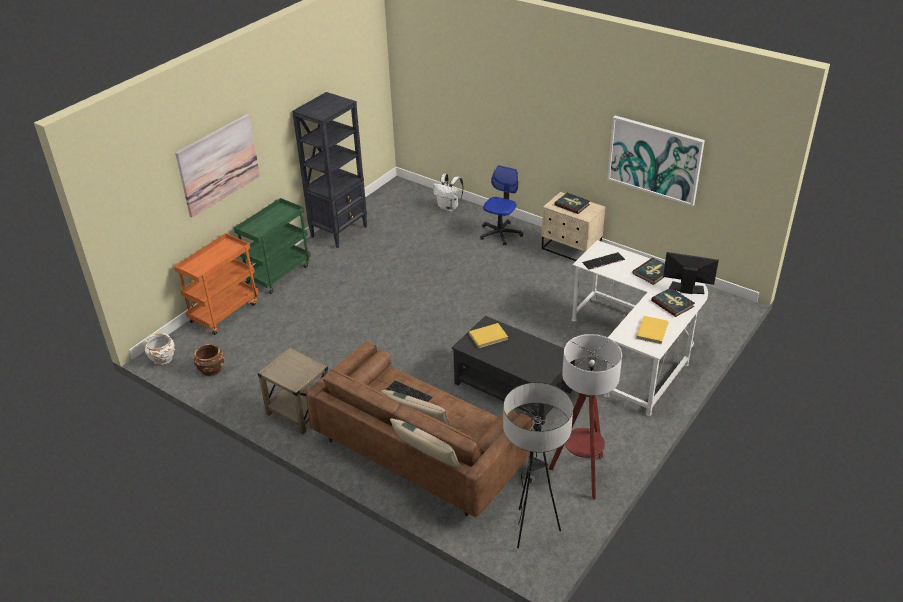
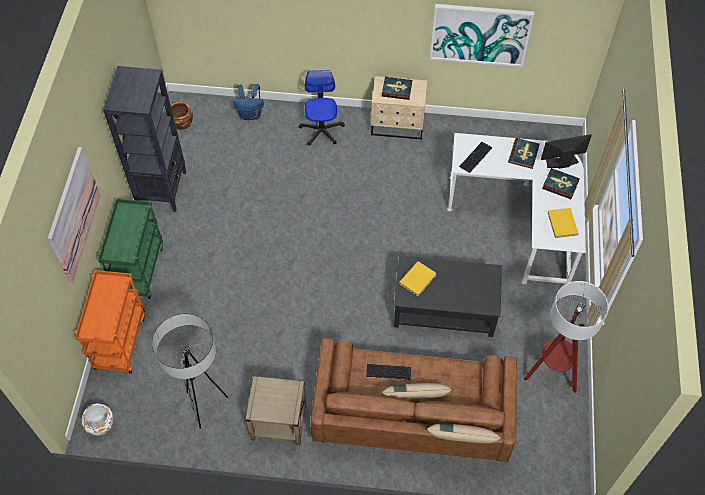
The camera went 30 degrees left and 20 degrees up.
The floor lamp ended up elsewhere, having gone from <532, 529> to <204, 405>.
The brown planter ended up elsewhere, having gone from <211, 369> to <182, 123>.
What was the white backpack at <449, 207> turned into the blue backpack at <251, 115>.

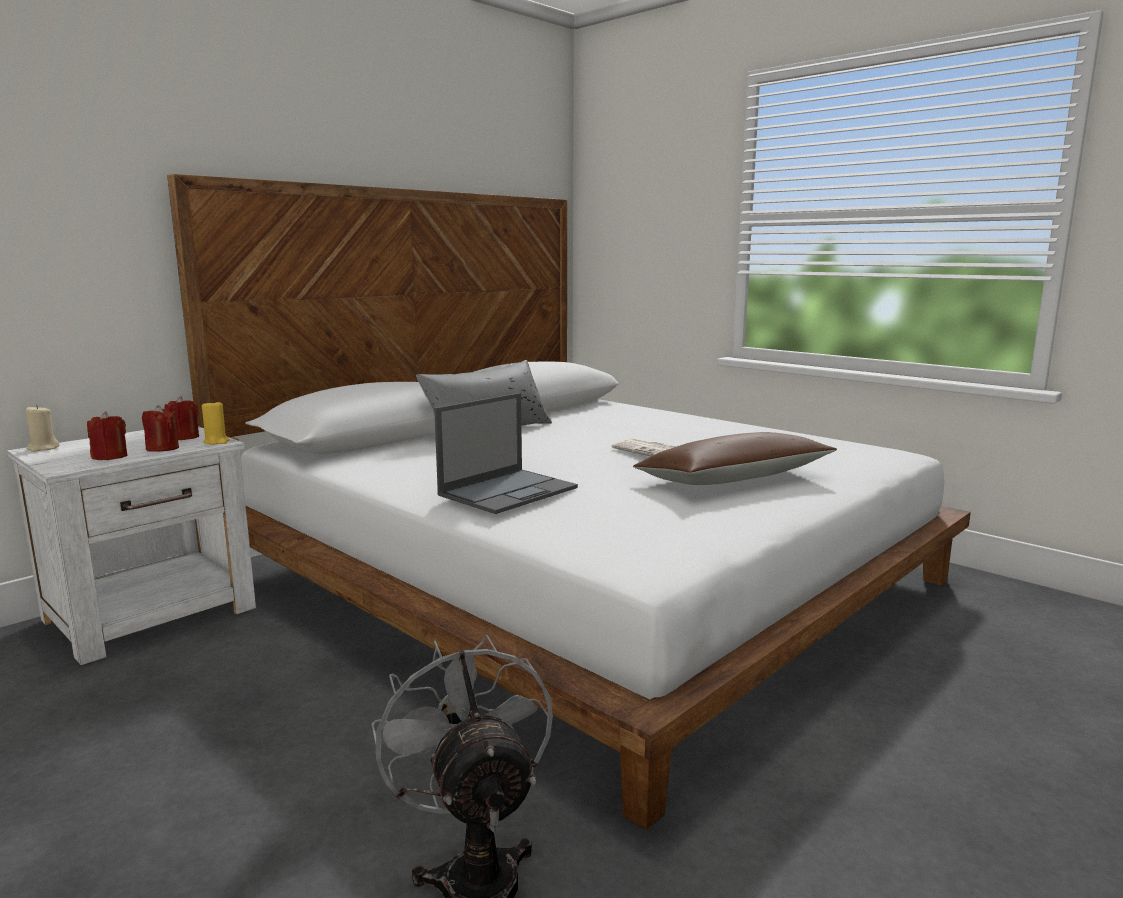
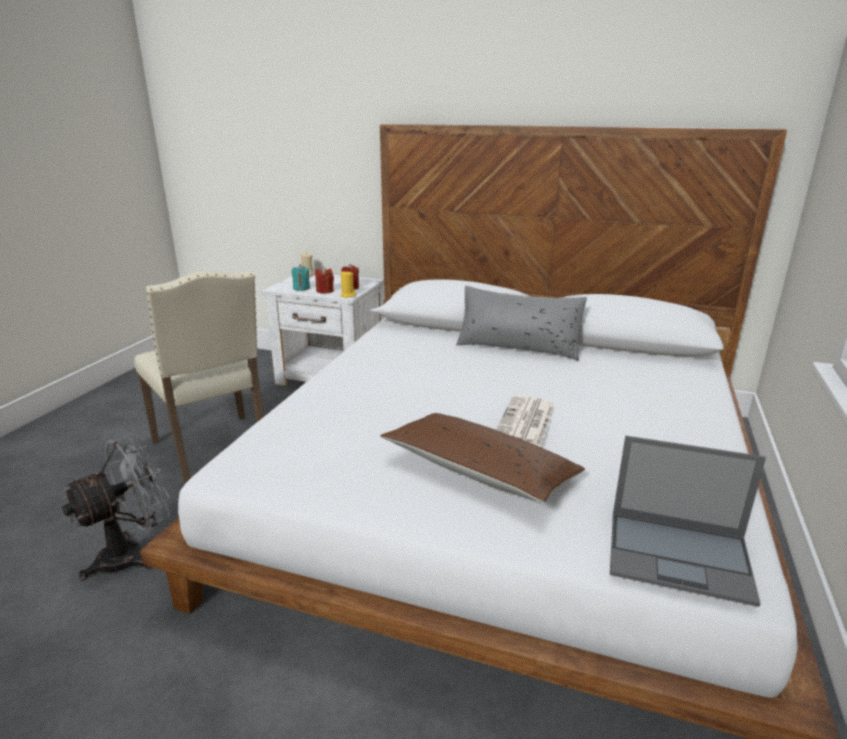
The camera went 65 degrees right and 10 degrees up.
The second view gained the beige chair at <215, 452>.
What was the red candle at <110, 457> turned into the turquoise candle at <301, 288>.
The laptop ended up elsewhere, having gone from <509, 491> to <680, 556>.

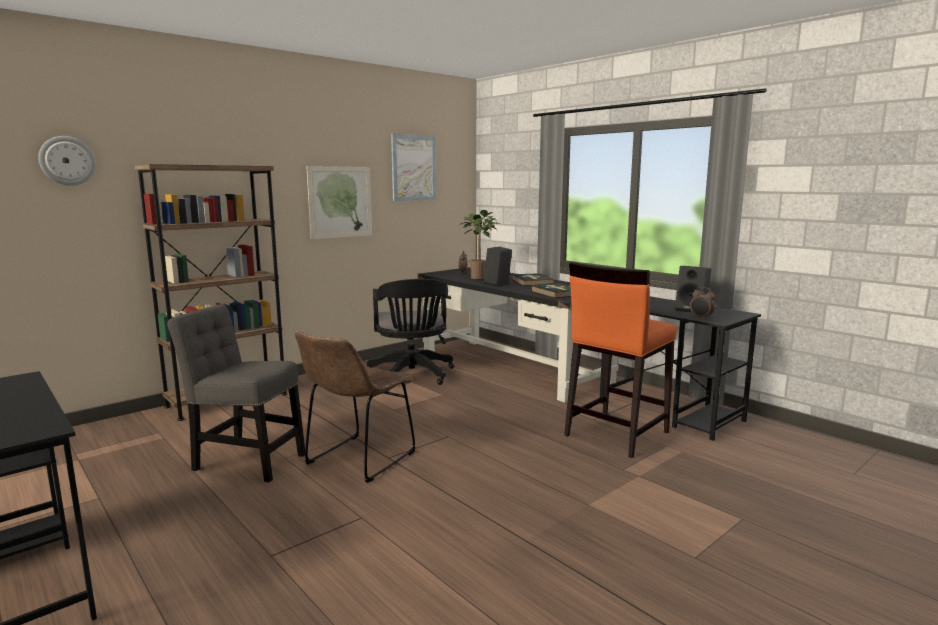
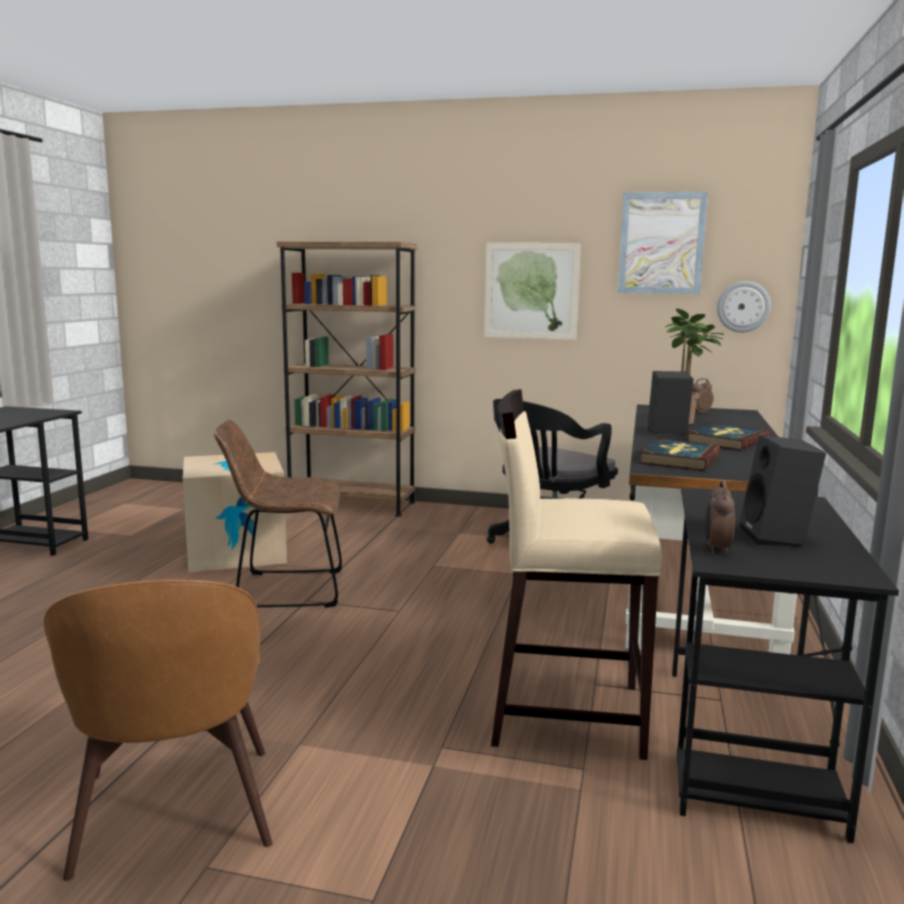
The camera went 55 degrees right and 0 degrees up.
The second view gained the brown chair at <175, 815>.
Where the grey chair stood at <245, 460>, the cardboard box came to stand at <236, 552>.
What was the orange stool at <615, 434> turned into the beige stool at <565, 713>.
The wall clock ended up elsewhere, having gone from <67, 160> to <743, 306>.

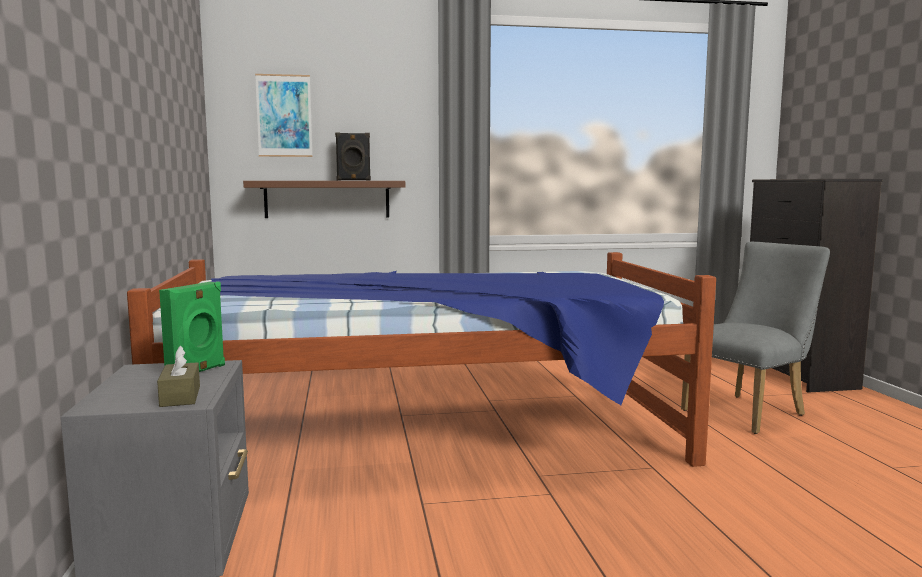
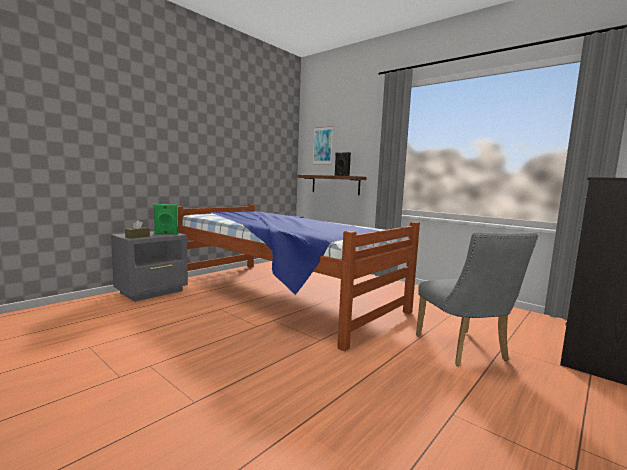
The camera went 50 degrees right and 0 degrees up.
The grey chair at <749, 411> ended up facing another way, 60 degrees clockwise from before.

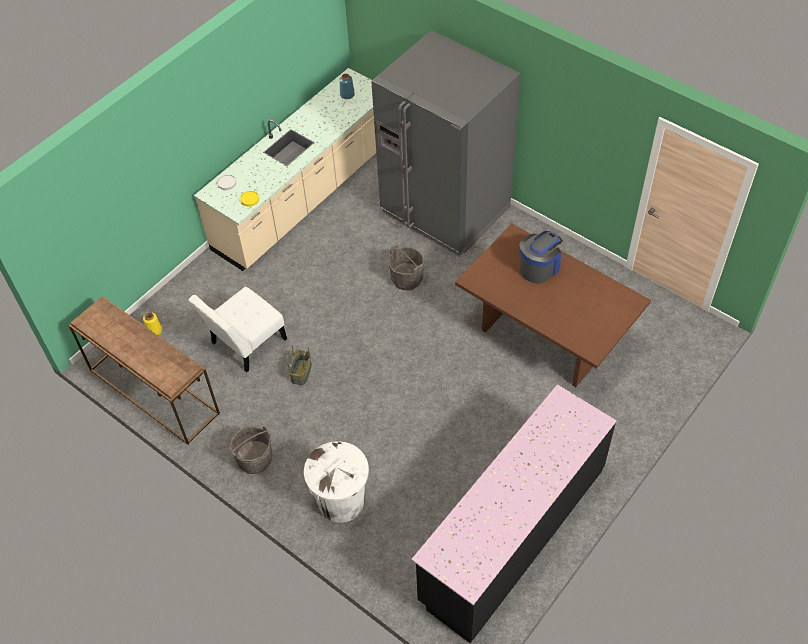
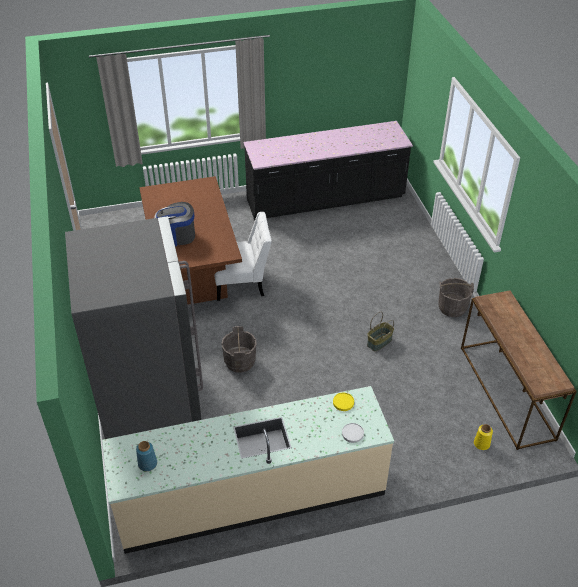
The camera went 145 degrees left and 10 degrees down.
The white chair ended up elsewhere, having gone from <245, 343> to <242, 283>.
The second view lost the white trash can at <341, 501>.

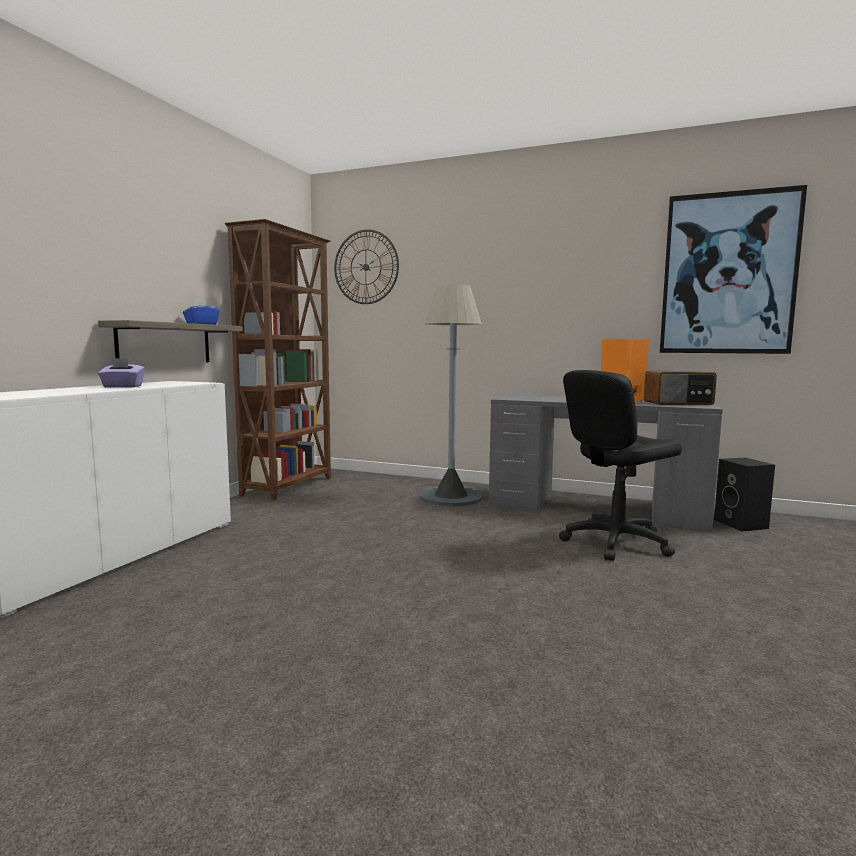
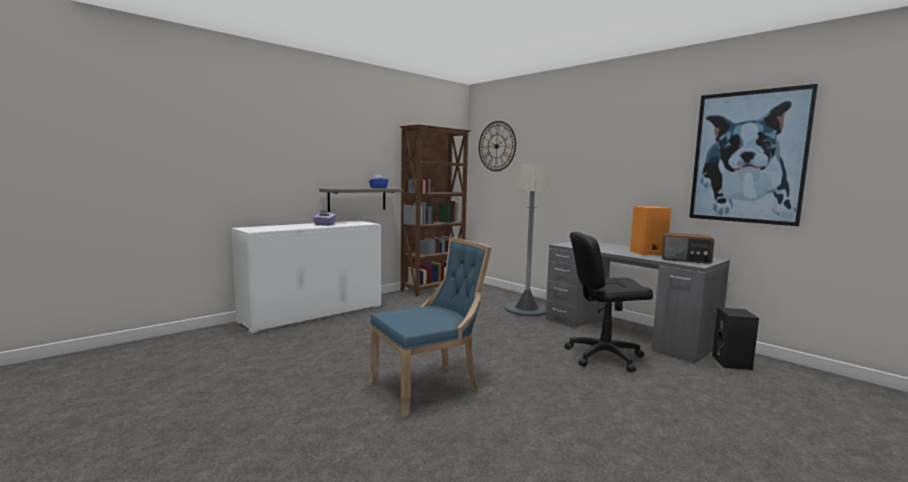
The camera went 25 degrees right and 0 degrees up.
The second view gained the blue chair at <429, 387>.

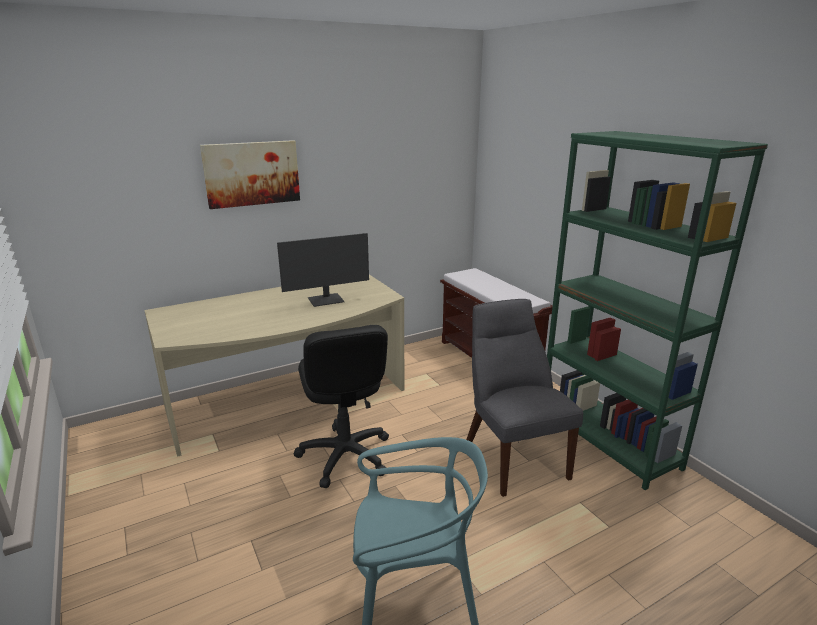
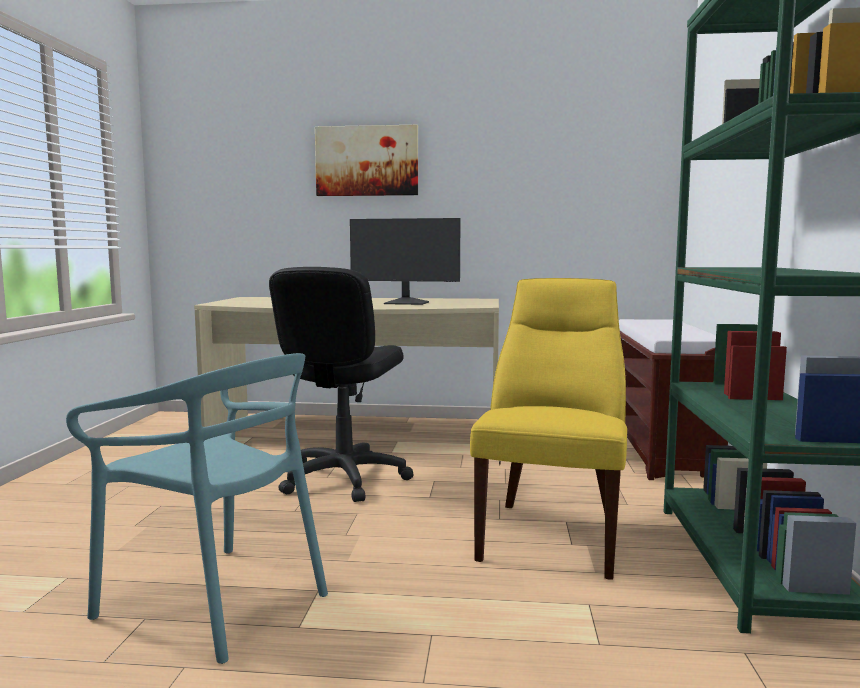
The camera went 35 degrees right and 15 degrees down.
What was the grey chair at <512, 456> turned into the yellow chair at <552, 534>.

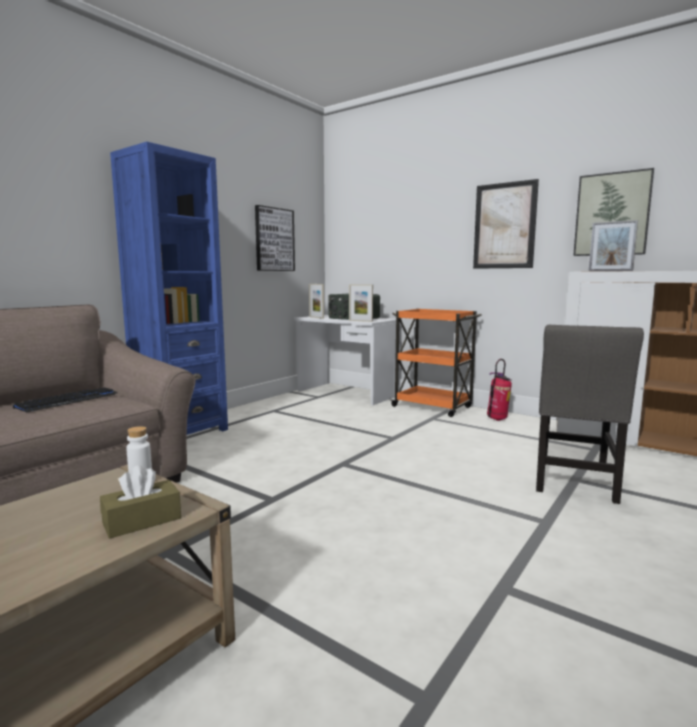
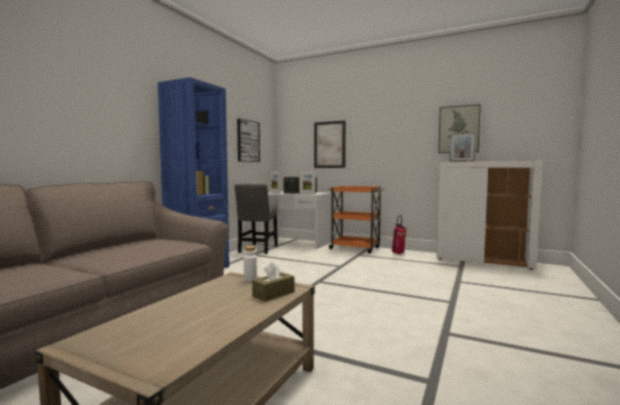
The camera went 10 degrees left and 5 degrees down.
The grey chair ended up elsewhere, having gone from <574, 481> to <258, 249>.
The picture ended up elsewhere, having gone from <504, 226> to <329, 144>.
The second view lost the keyboard at <68, 401>.

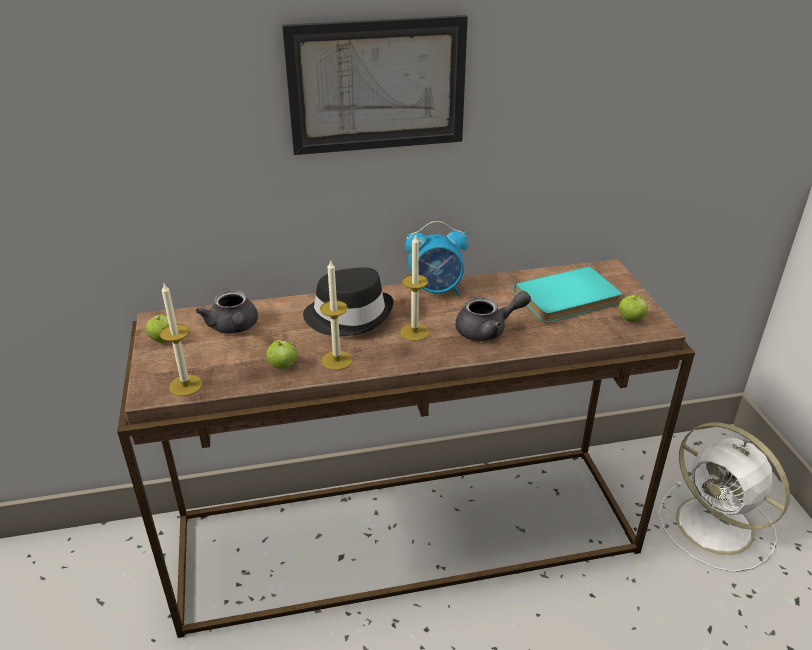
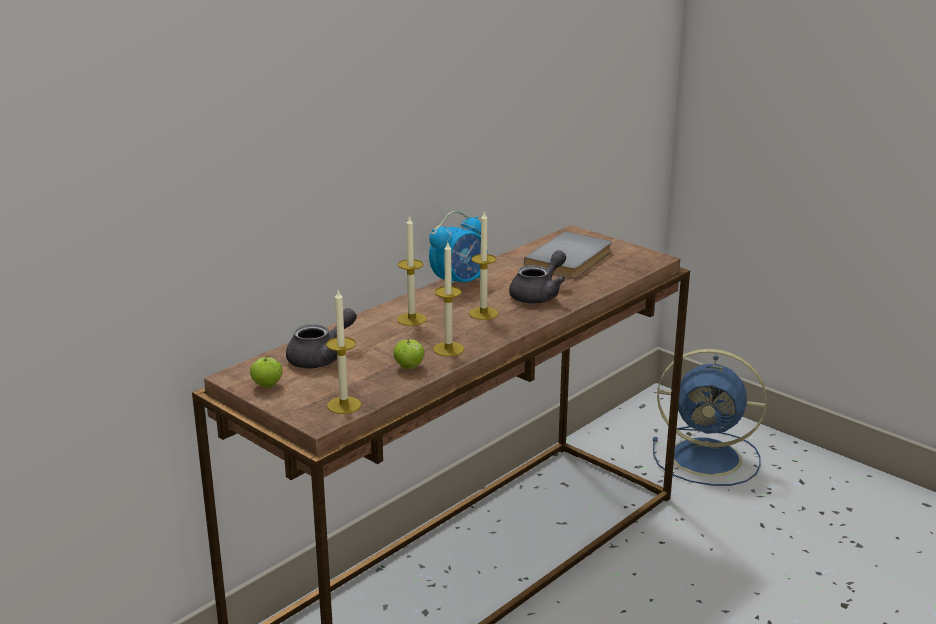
The camera went 35 degrees left and 10 degrees down.
The grey teapot at <234, 328> ended up facing another way, 75 degrees counterclockwise from before.
Where the black hat stood at <349, 315>, the candle came to stand at <411, 319>.
What was the turquoise book at <569, 299> turned into the grey book at <571, 259>.
What was the white fan at <717, 527> turned into the blue fan at <709, 458>.
The second view lost the picture at <377, 85>.
The second view lost the apple at <630, 319>.

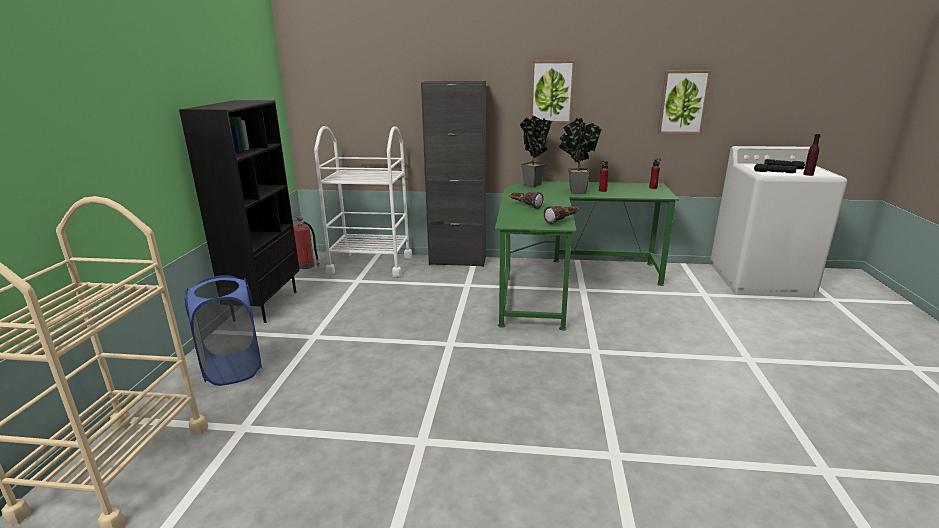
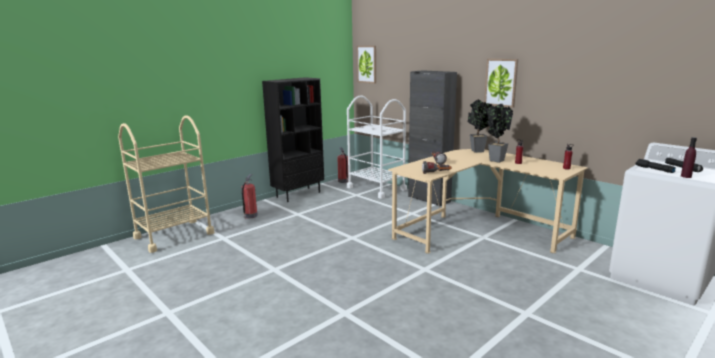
The camera went 40 degrees right and 5 degrees down.
Where the blue laundry basket stood at <233, 368>, the fire extinguisher came to stand at <250, 216>.
The picture ended up elsewhere, having gone from <683, 102> to <367, 64>.
What was the green desk at <565, 283> turned into the beige desk at <477, 230>.

